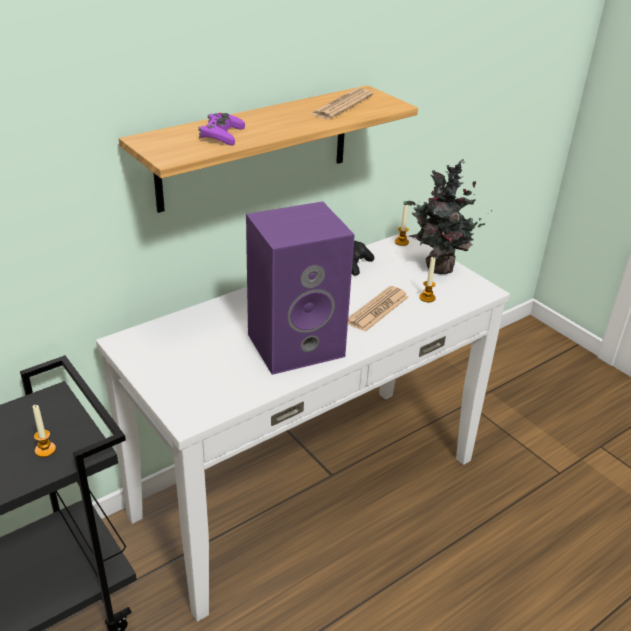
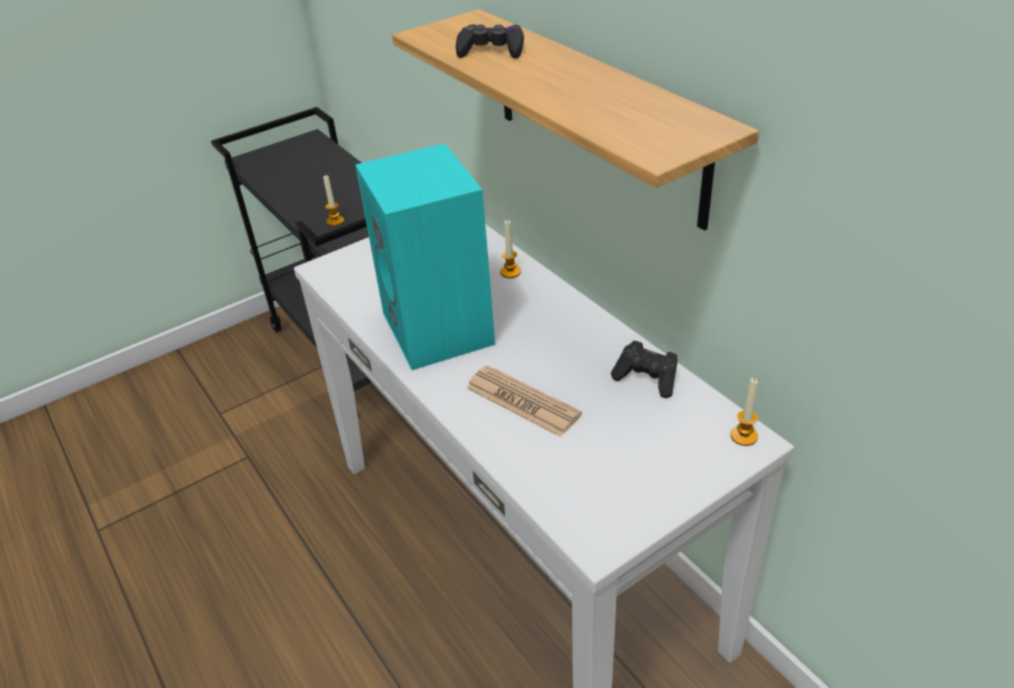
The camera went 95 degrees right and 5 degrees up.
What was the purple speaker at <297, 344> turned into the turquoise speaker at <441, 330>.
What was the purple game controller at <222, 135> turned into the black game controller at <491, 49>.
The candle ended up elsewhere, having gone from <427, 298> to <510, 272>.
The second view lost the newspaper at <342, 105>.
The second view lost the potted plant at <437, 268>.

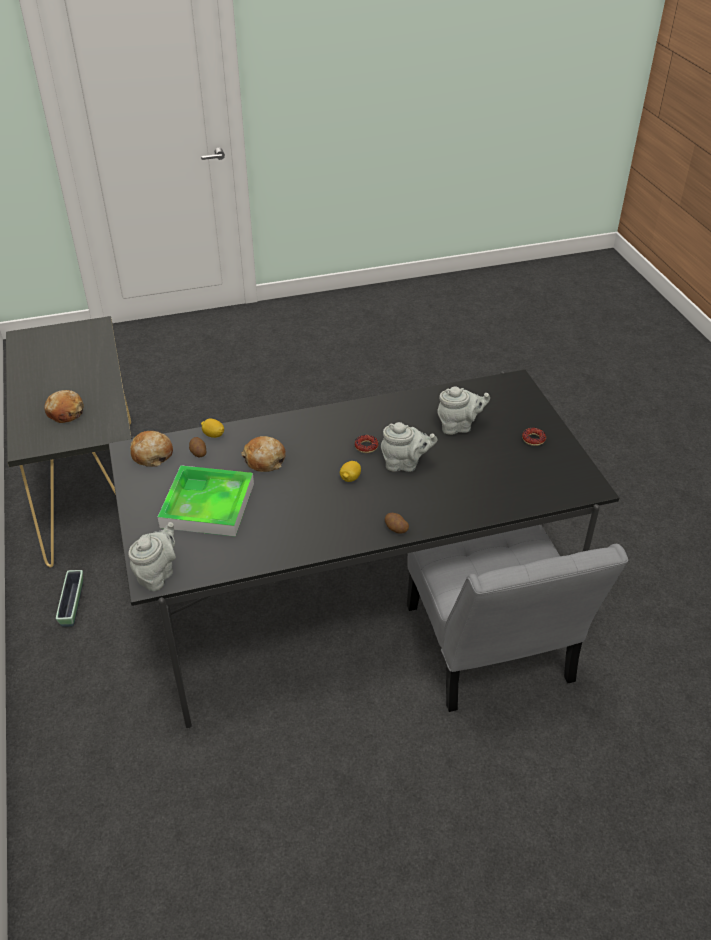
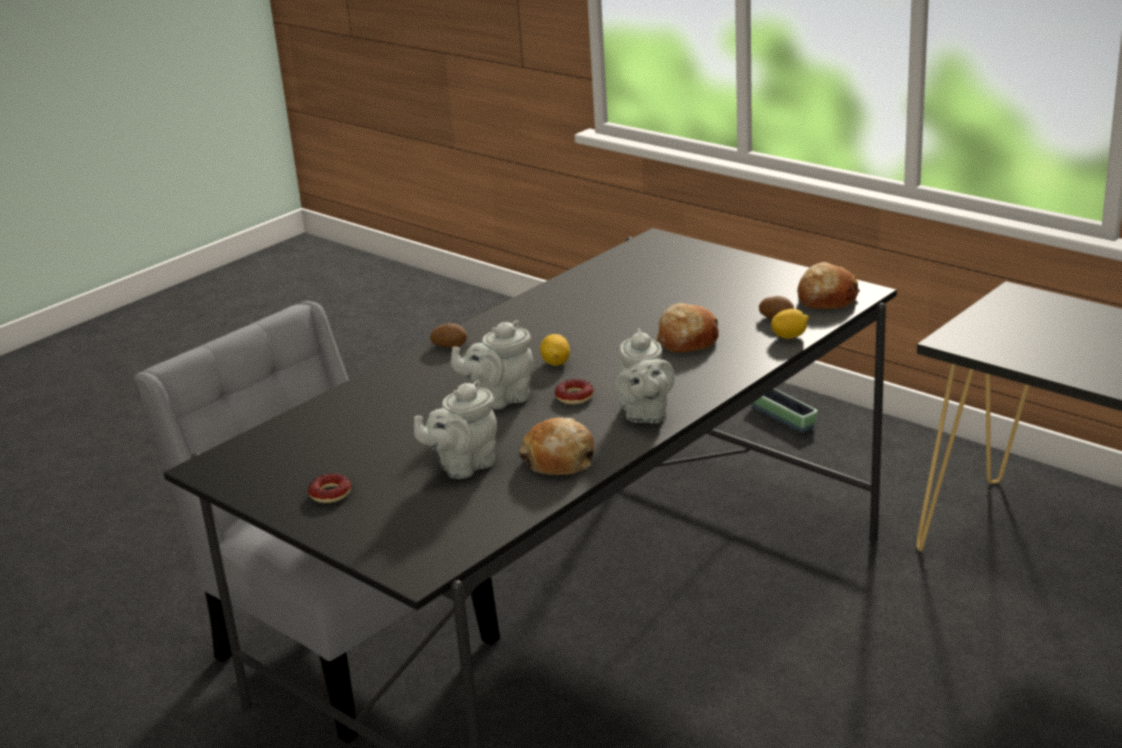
The camera went 150 degrees right and 15 degrees down.
The bread ended up elsewhere, having gone from <65, 412> to <559, 460>.
The grey teapot ended up elsewhere, having gone from <157, 574> to <644, 414>.
The planter ended up elsewhere, having gone from <72, 604> to <782, 418>.
The second view lost the tray at <208, 505>.

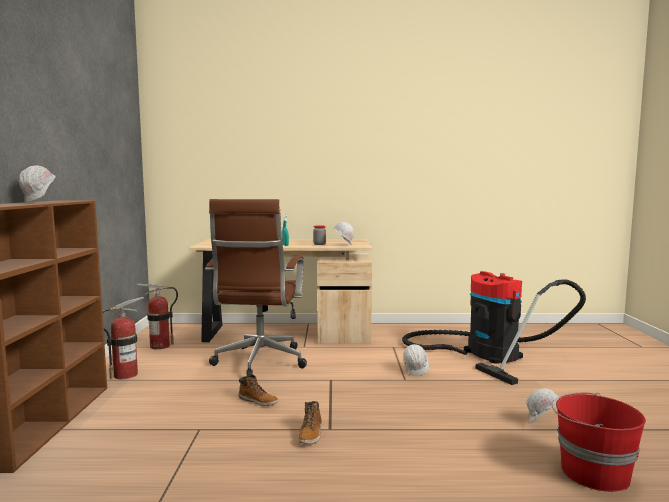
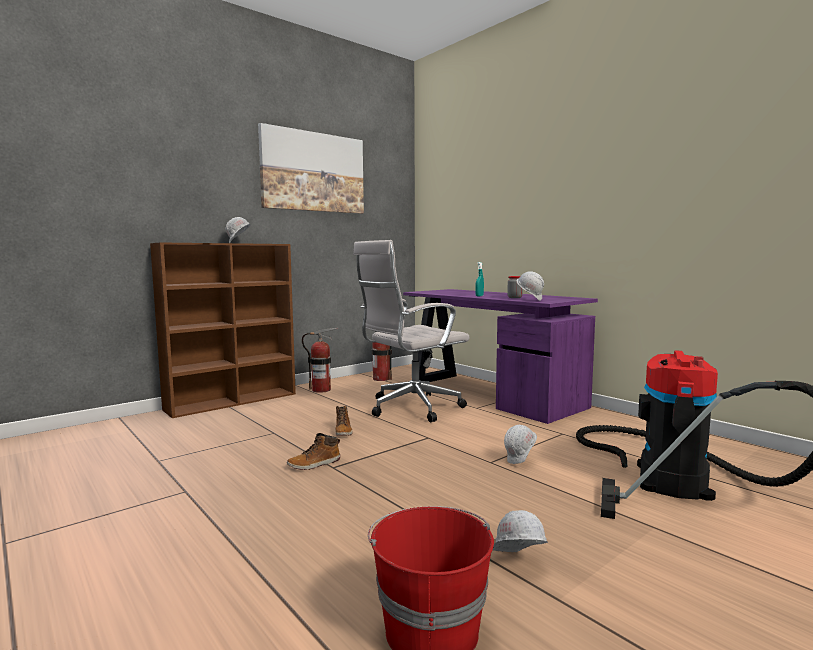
The camera went 50 degrees right and 0 degrees up.
The second view gained the picture at <313, 172>.
What was the brown office chair at <259, 363> turned into the white office chair at <410, 408>.
What was the beige desk at <285, 333> turned into the purple desk at <490, 394>.

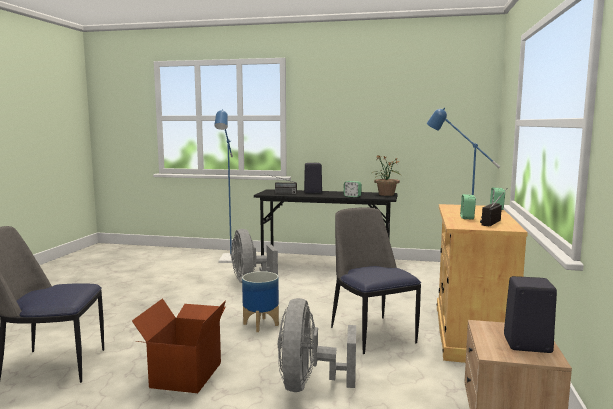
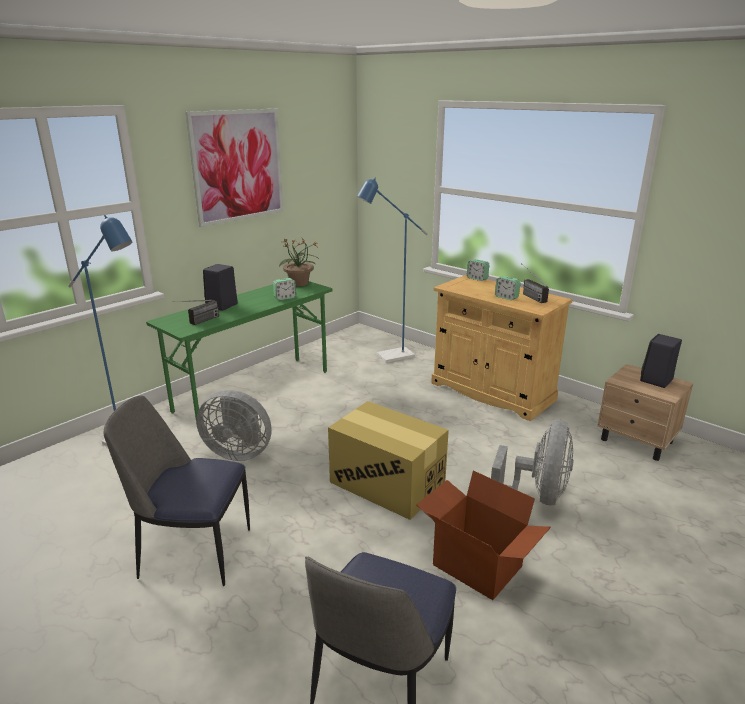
The camera went 60 degrees left and 15 degrees up.
The chair ended up elsewhere, having gone from <371, 333> to <193, 551>.
What was the black desk at <326, 265> turned into the green desk at <254, 390>.
The second view gained the picture at <238, 166>.
Where the planter stood at <261, 324>, the cardboard box came to stand at <387, 483>.
The grey fan at <309, 384> ended up facing another way, 105 degrees counterclockwise from before.

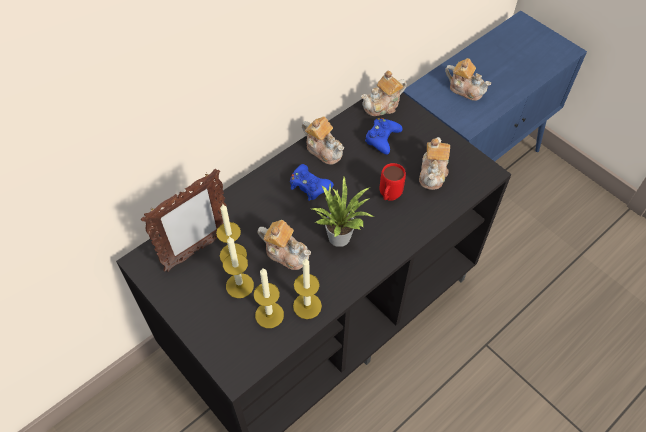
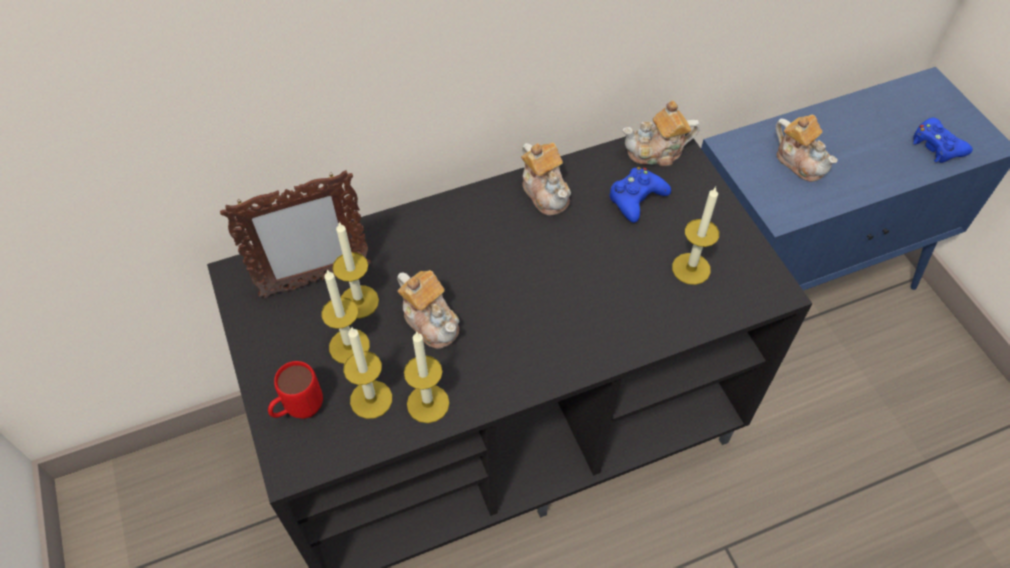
The camera went 20 degrees right and 0 degrees up.
The red mug ended up elsewhere, having gone from <388, 197> to <299, 411>.
Where the teapot stood at <433, 173>, the candle came to stand at <691, 268>.
The blue game controller ended up elsewhere, having gone from <309, 186> to <936, 146>.
The second view lost the potted plant at <340, 235>.

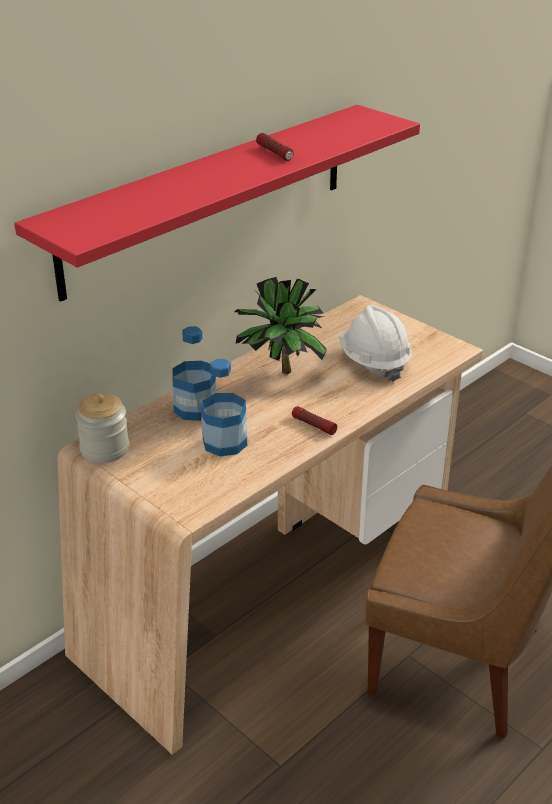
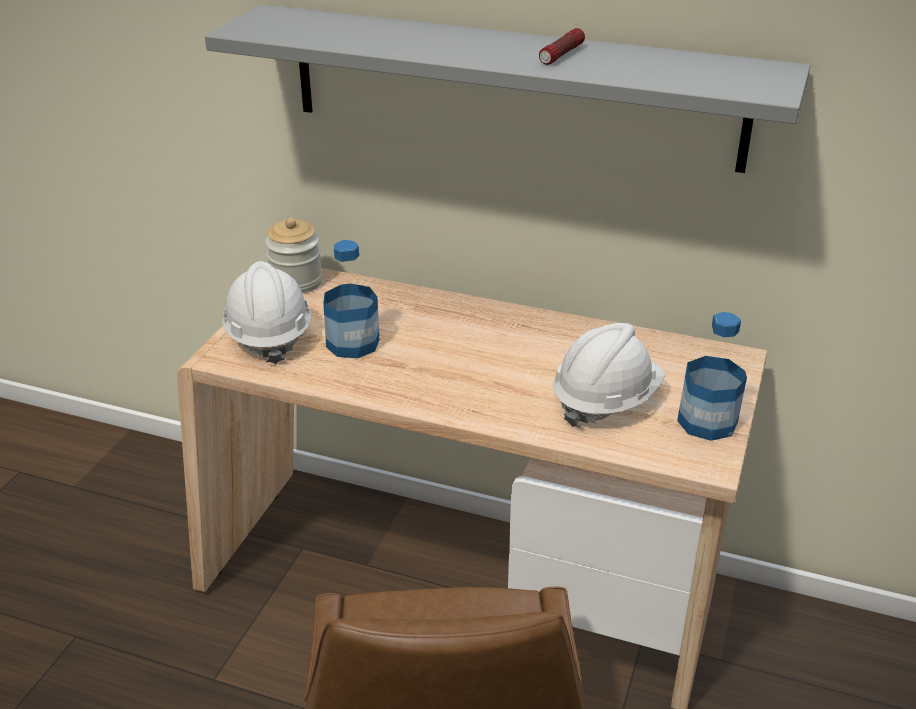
The camera went 65 degrees right and 0 degrees up.
What was the red shelf at <209, 197> turned into the grey shelf at <513, 87>.
The second view gained the white hard hat at <268, 336>.
The bottle ended up elsewhere, having gone from <195, 408> to <707, 421>.
The second view lost the potted plant at <281, 374>.
The second view lost the flashlight at <313, 425>.

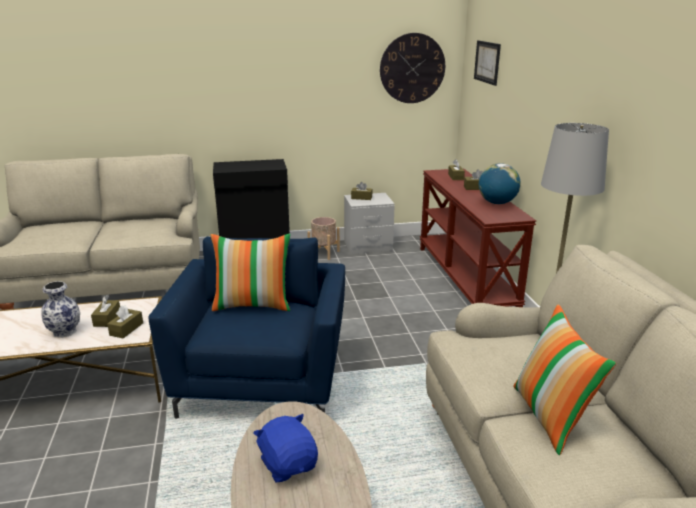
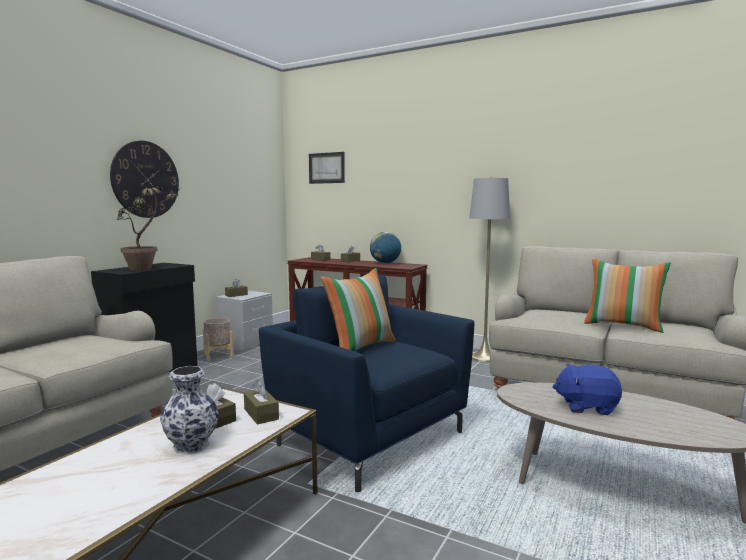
The camera went 50 degrees left and 15 degrees down.
The wall clock ended up elsewhere, having gone from <412, 68> to <145, 179>.
The second view gained the potted plant at <148, 268>.

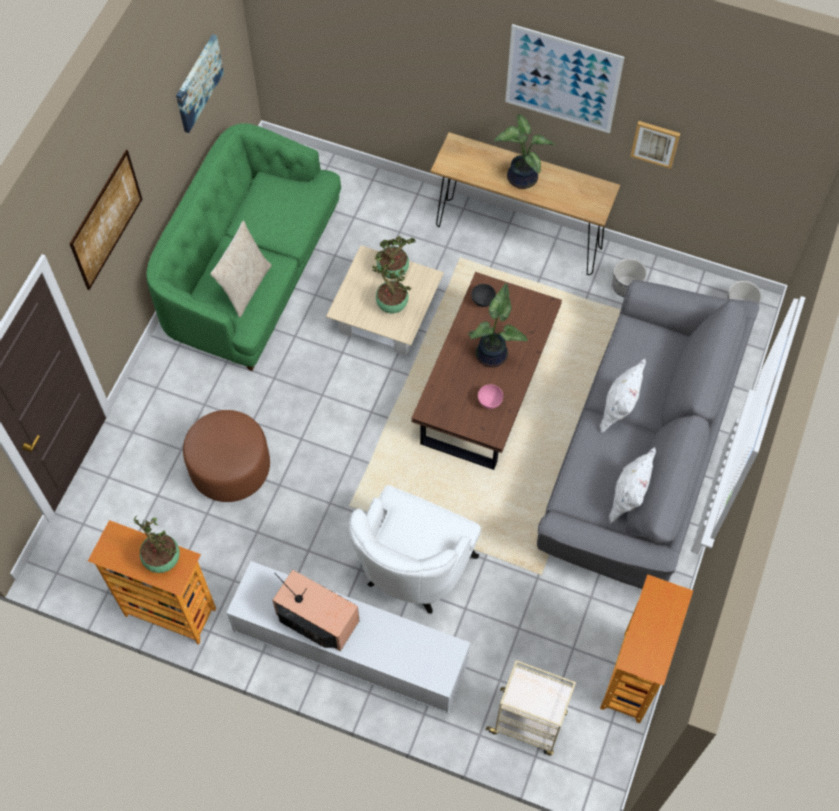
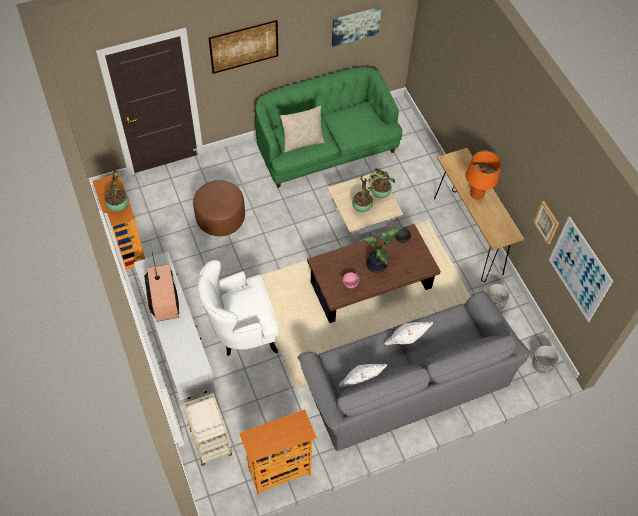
The camera went 45 degrees right and 5 degrees down.
Where the potted plant stood at <520, 177>, the orange table lamp came to stand at <477, 194>.
The picture ended up elsewhere, having gone from <562, 79> to <579, 269>.

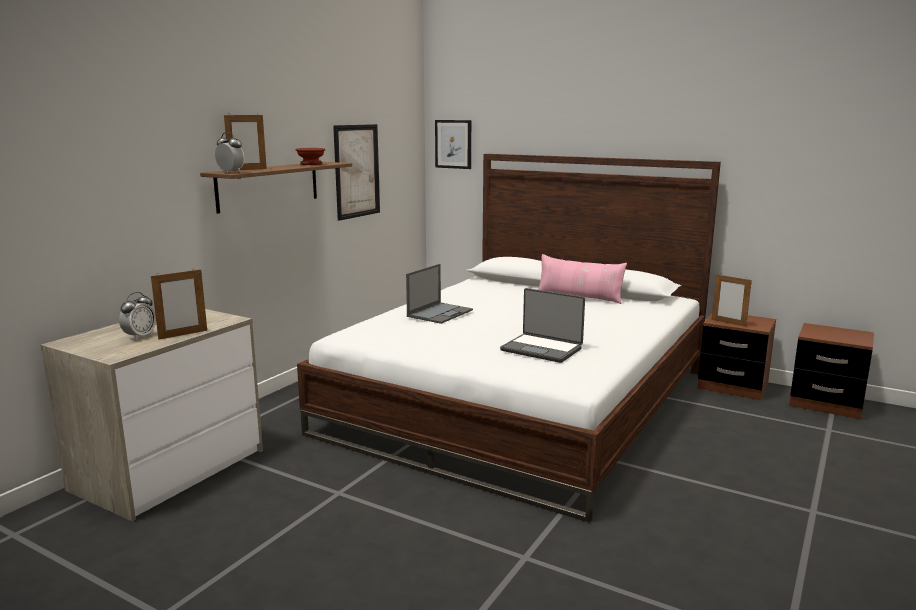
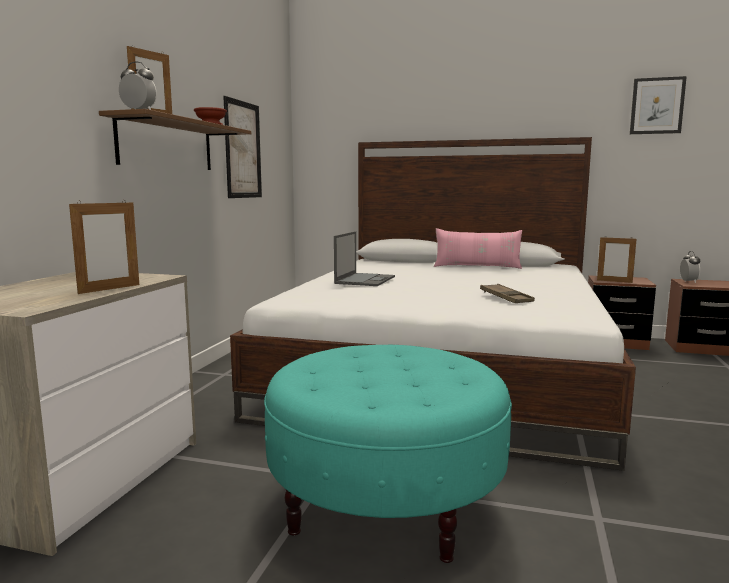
The camera went 15 degrees left and 5 degrees down.
The second view gained the turquoise ottoman at <386, 502>.
Where the laptop stood at <542, 349>, the brown tray came to stand at <506, 298>.
The picture ended up elsewhere, having gone from <453, 144> to <657, 106>.
The alarm clock ended up elsewhere, having gone from <140, 336> to <688, 281>.

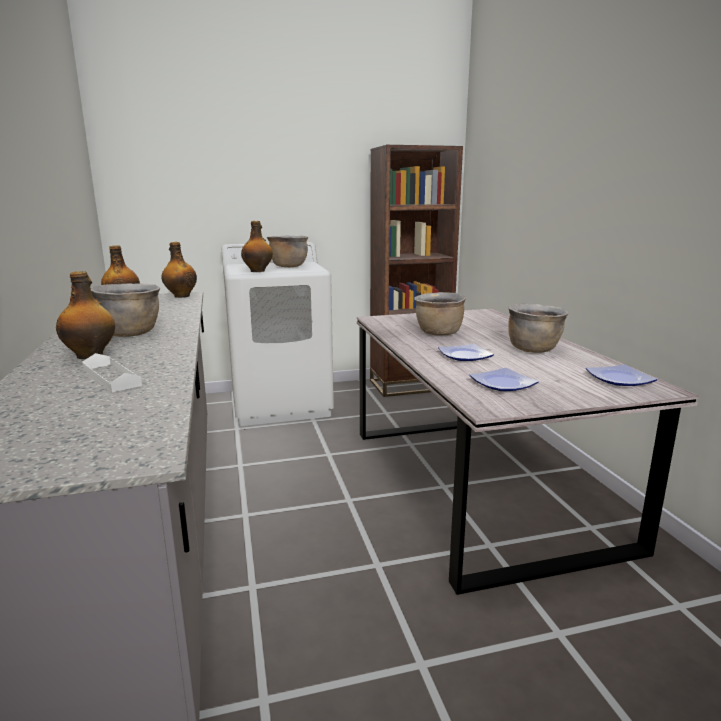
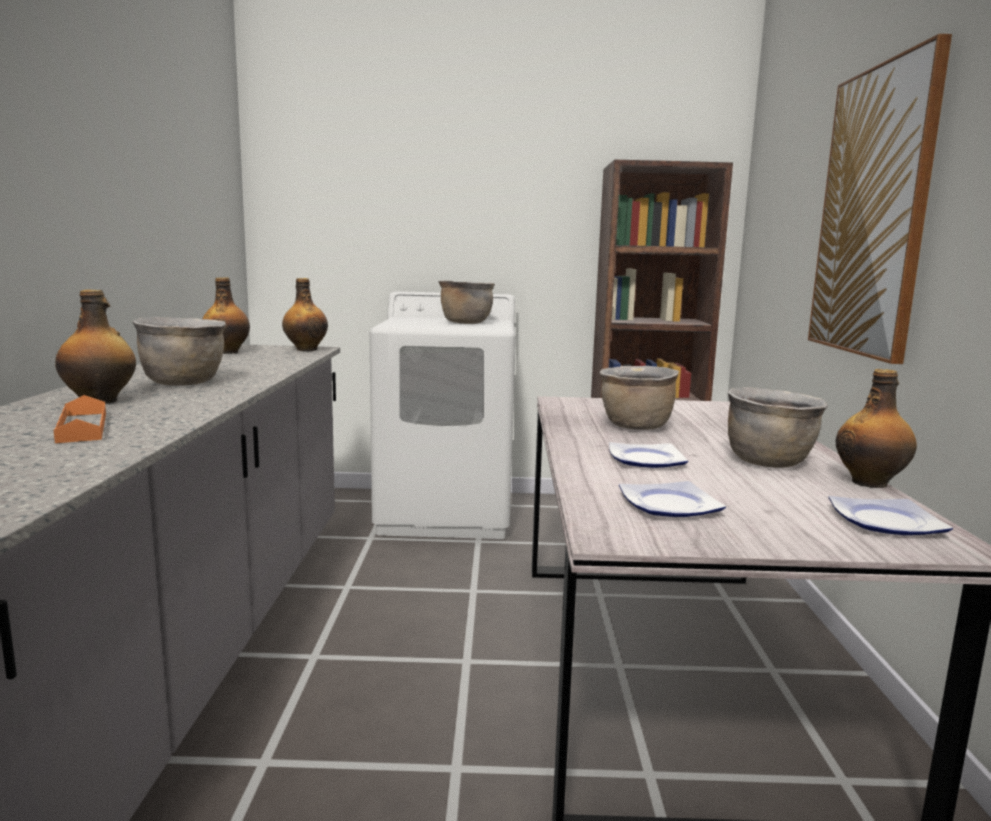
The camera went 15 degrees right and 5 degrees down.
What was the white tray at <111, 377> turned into the orange tray at <82, 427>.
The second view gained the picture at <873, 212>.
The bottle ended up elsewhere, having gone from <258, 271> to <870, 482>.

